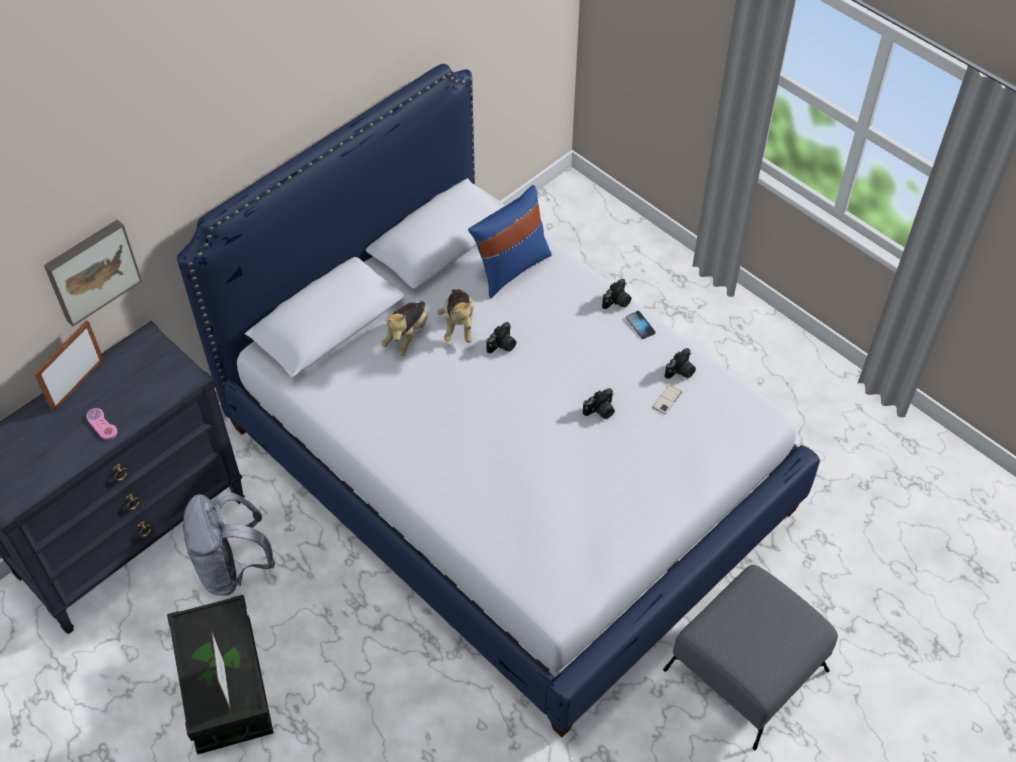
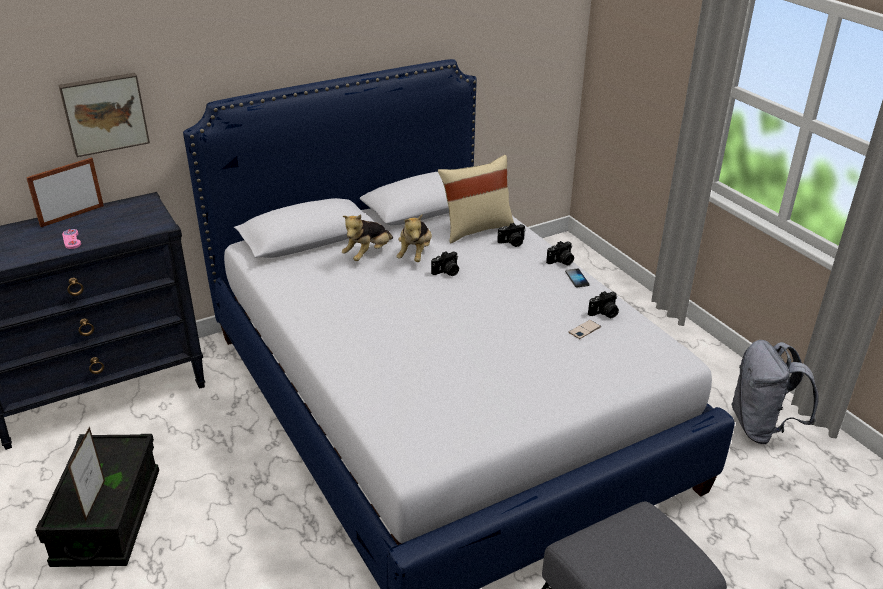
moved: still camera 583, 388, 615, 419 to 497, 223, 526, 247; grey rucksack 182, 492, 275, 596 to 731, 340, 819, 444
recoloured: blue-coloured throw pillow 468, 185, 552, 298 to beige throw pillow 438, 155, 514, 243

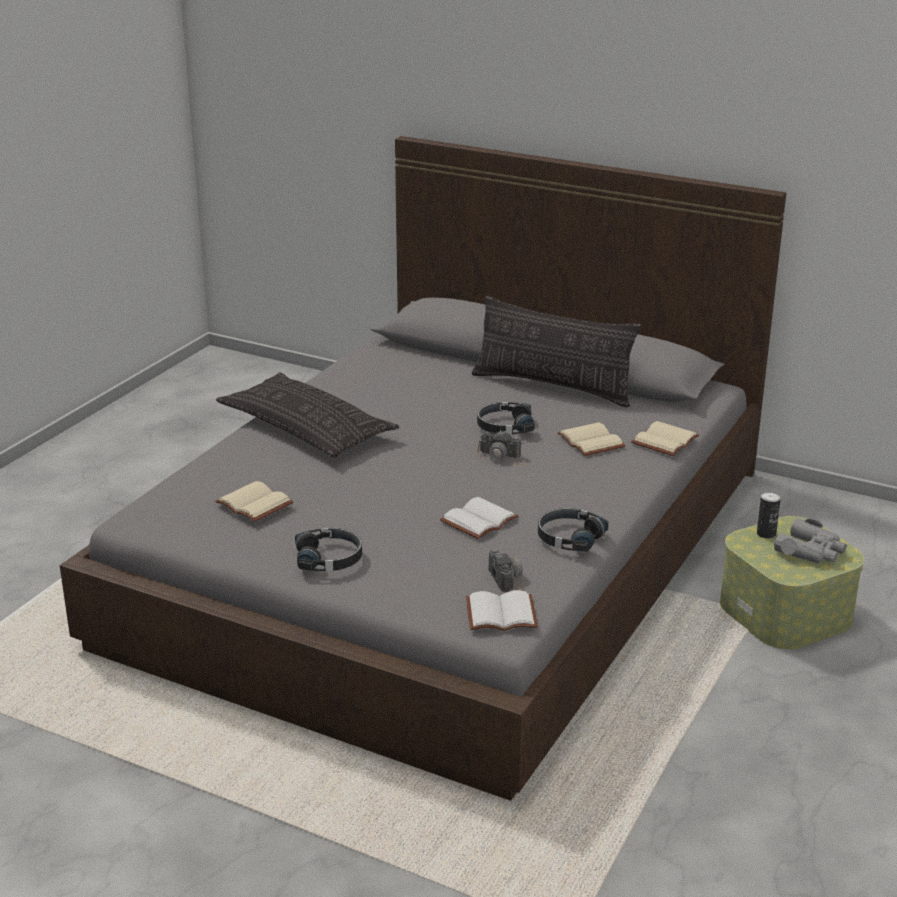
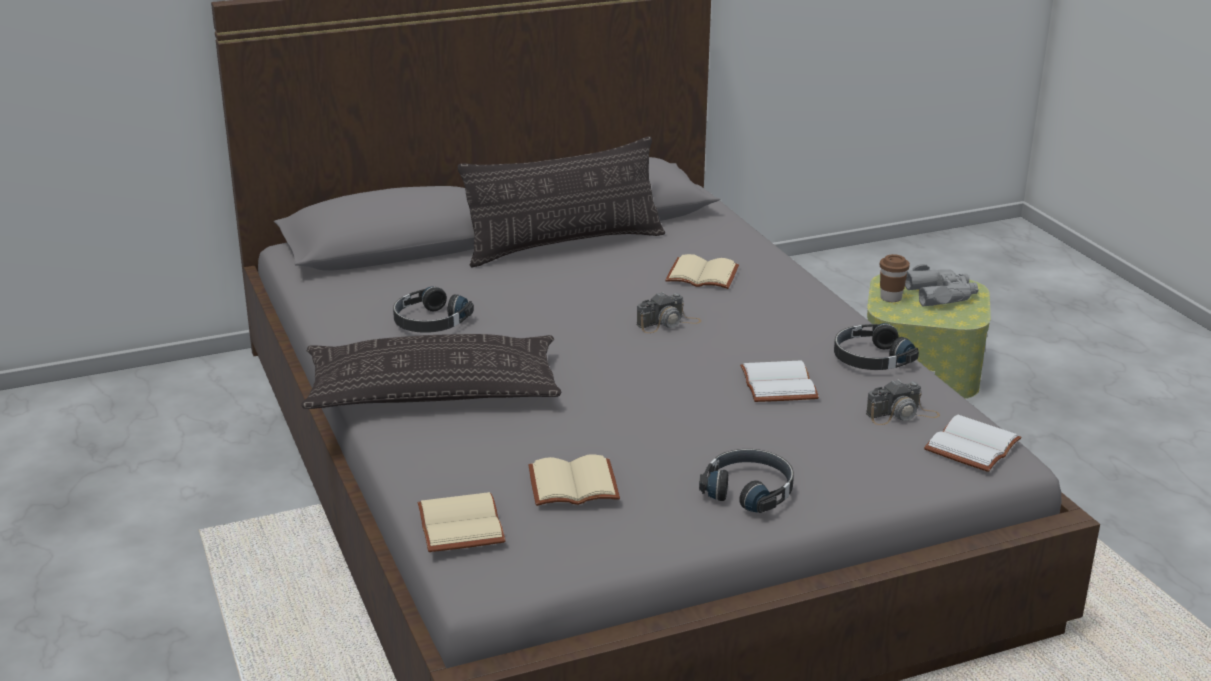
moved: blackish pair of headphones 477, 402, 535, 434 to 393, 286, 474, 333; beige book 631, 421, 699, 456 to 417, 492, 506, 552
replaced: metal can 757, 491, 781, 539 to brown-coloured drinking cup 880, 254, 910, 302
turned: still camera 488, 549, 523, 592 = 866, 379, 940, 425 135 degrees clockwise

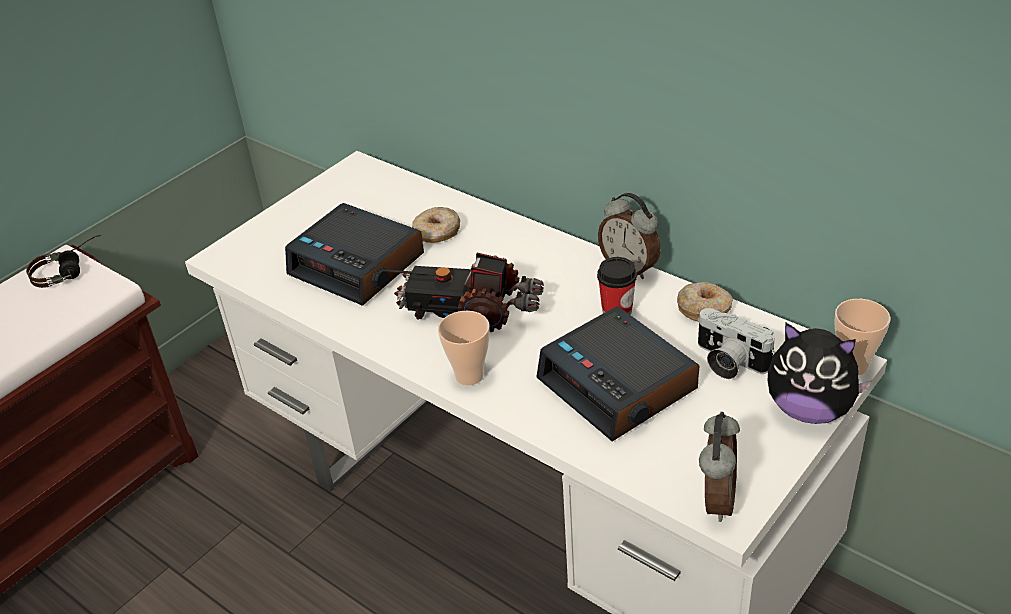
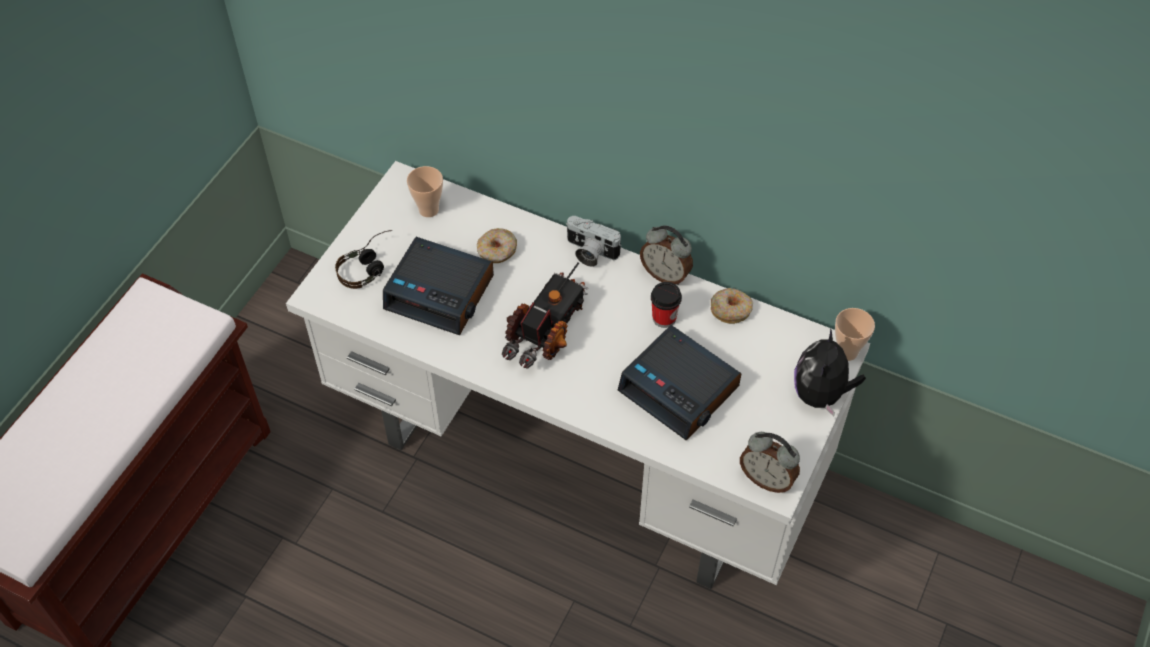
moved: pair of headphones 26, 235, 101, 288 to 335, 230, 392, 289; drinking cup 438, 311, 490, 386 to 407, 166, 443, 217; still camera 698, 308, 775, 379 to 566, 216, 622, 267
turned: toy lorry 384, 253, 544, 332 = 502, 262, 588, 369 120 degrees clockwise; table clock 699, 412, 740, 522 = 740, 432, 800, 493 120 degrees clockwise; soft toy 768, 323, 872, 424 = 794, 328, 866, 417 90 degrees clockwise

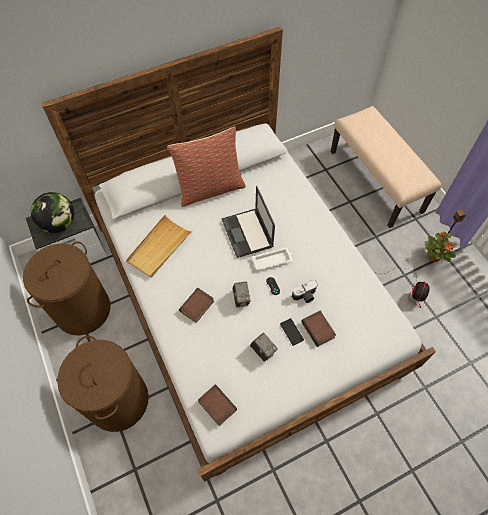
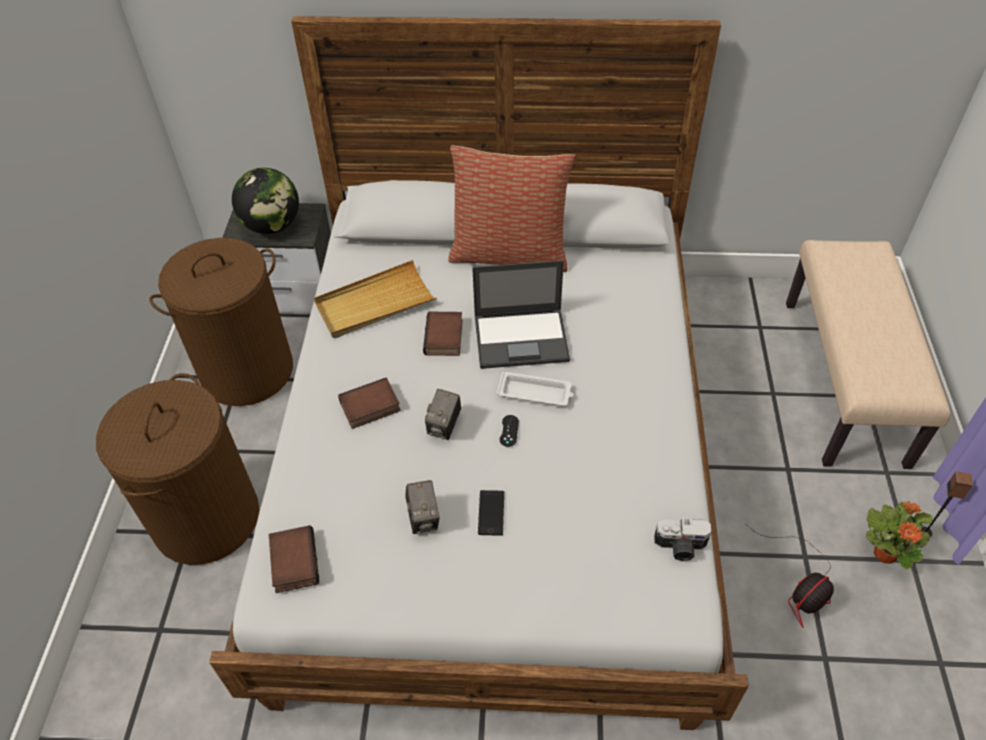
moved: book 301, 311, 336, 347 to 423, 312, 462, 356; still camera 292, 280, 318, 303 to 654, 519, 712, 561
turned: laptop 222, 186, 275, 258 = 472, 260, 570, 369 105 degrees counterclockwise

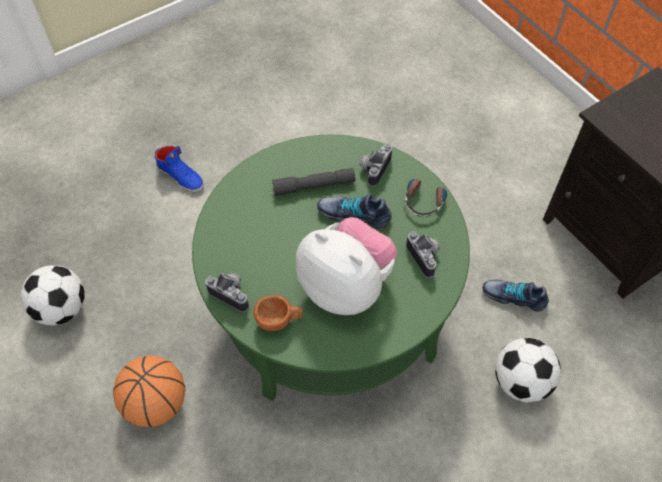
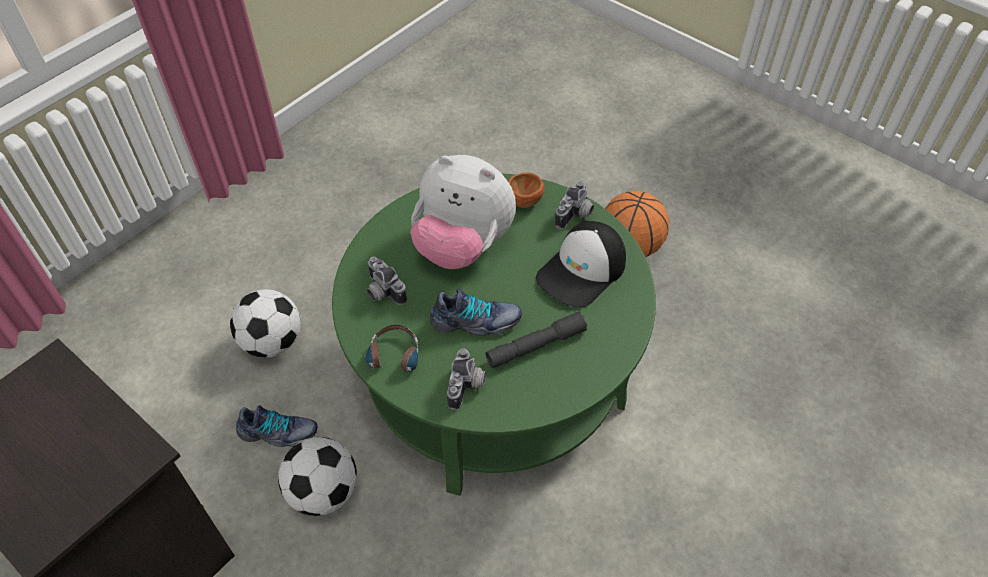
removed: blue-coloured low shoe 155, 146, 204, 192
added: cap 536, 221, 626, 307
moved: ball for football 21, 265, 85, 326 to 278, 437, 357, 516
turned: still camera 206, 272, 249, 312 = 555, 181, 594, 229 75 degrees counterclockwise

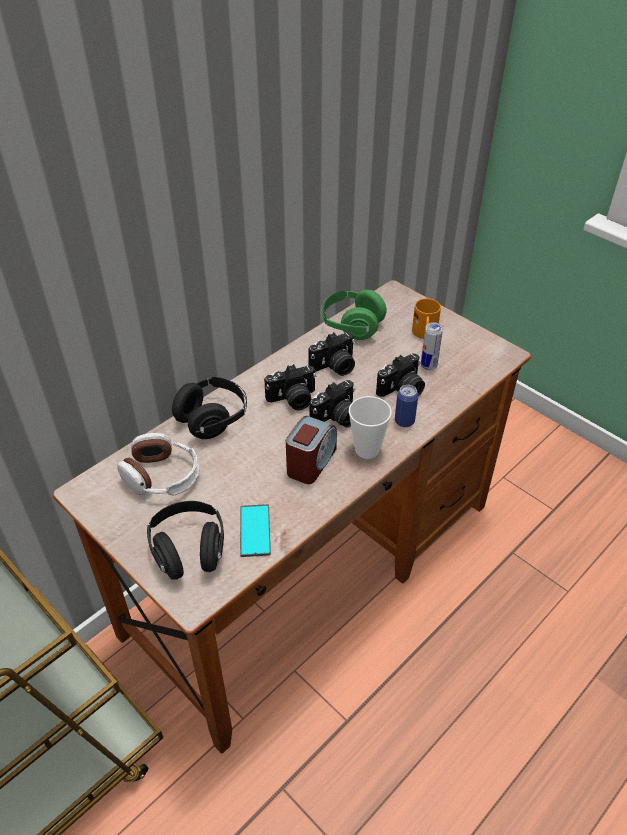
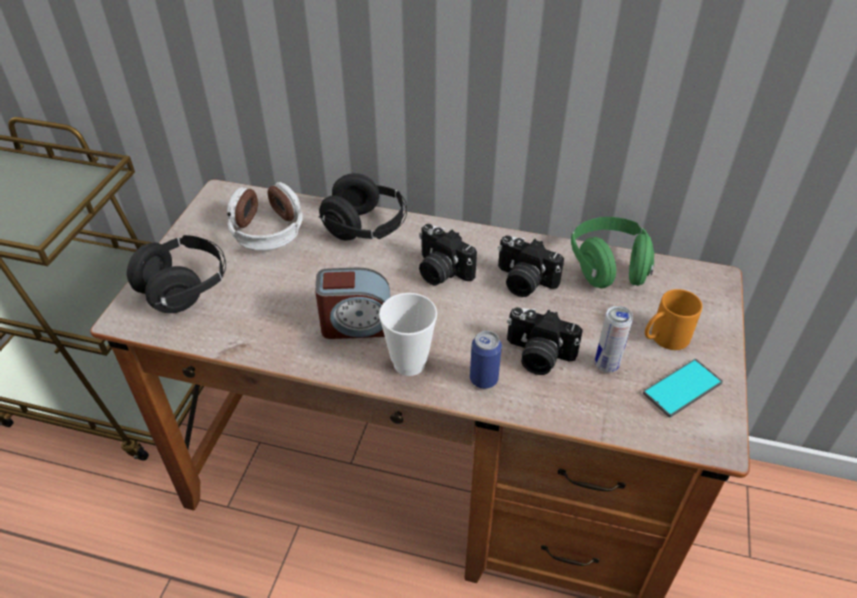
removed: still camera 309, 380, 355, 427
moved: telephone 240, 504, 271, 557 to 643, 359, 723, 418

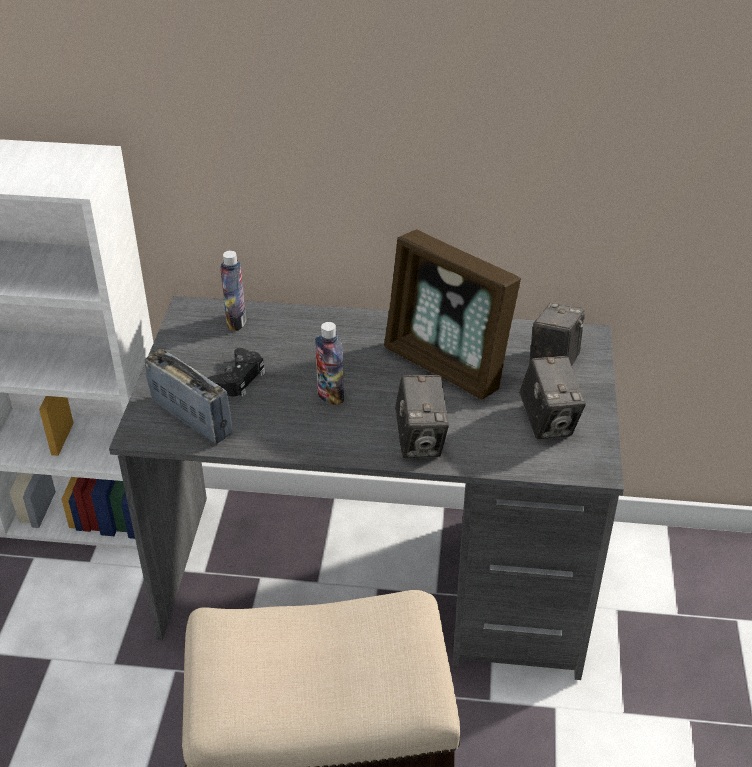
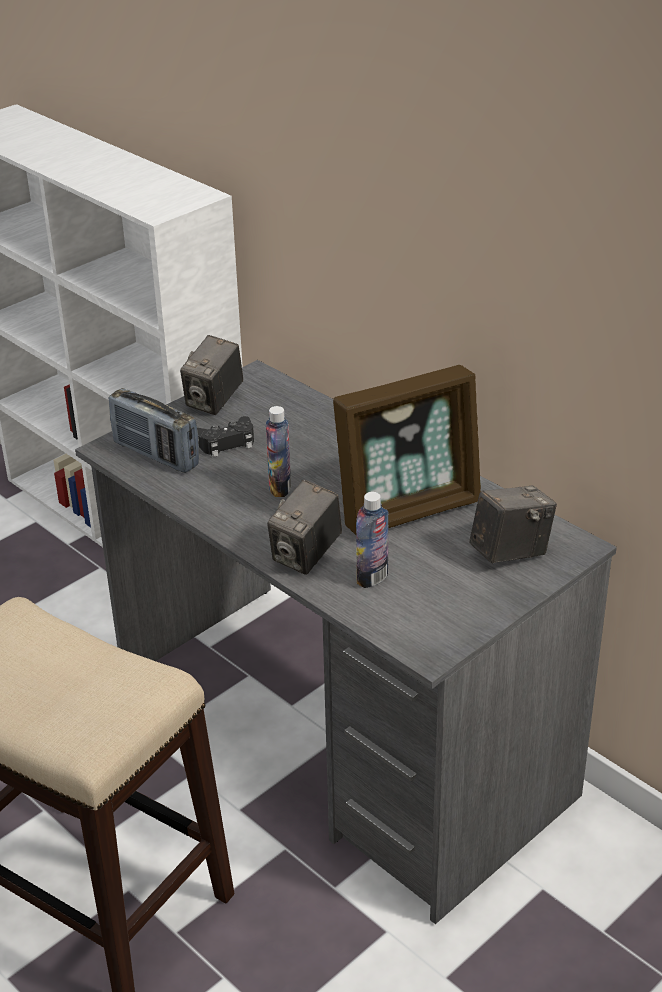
moved: still camera 519, 356, 586, 439 to 180, 335, 243, 415; bottle 220, 251, 246, 331 to 356, 492, 389, 588
turned: radio set 145, 349, 232, 444 = 109, 388, 199, 473 135 degrees clockwise; photo frame 384, 229, 521, 399 = 333, 365, 481, 535 105 degrees counterclockwise

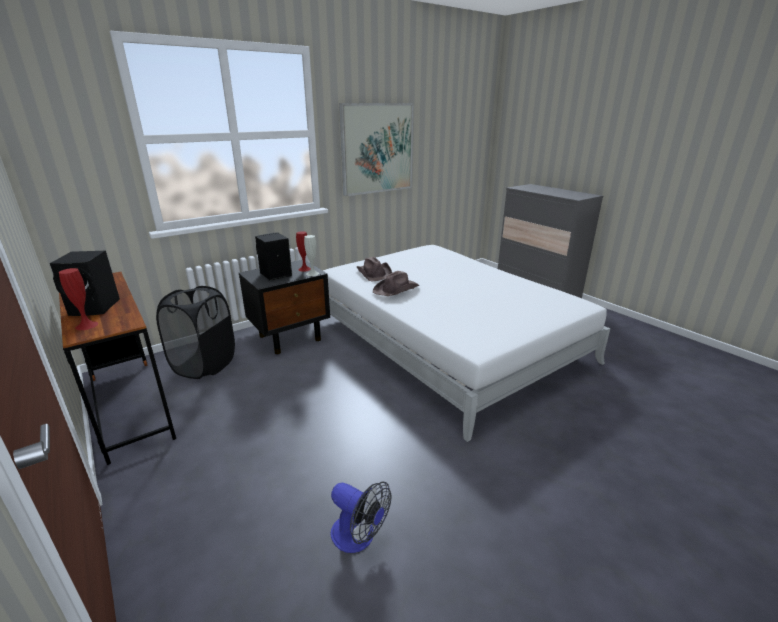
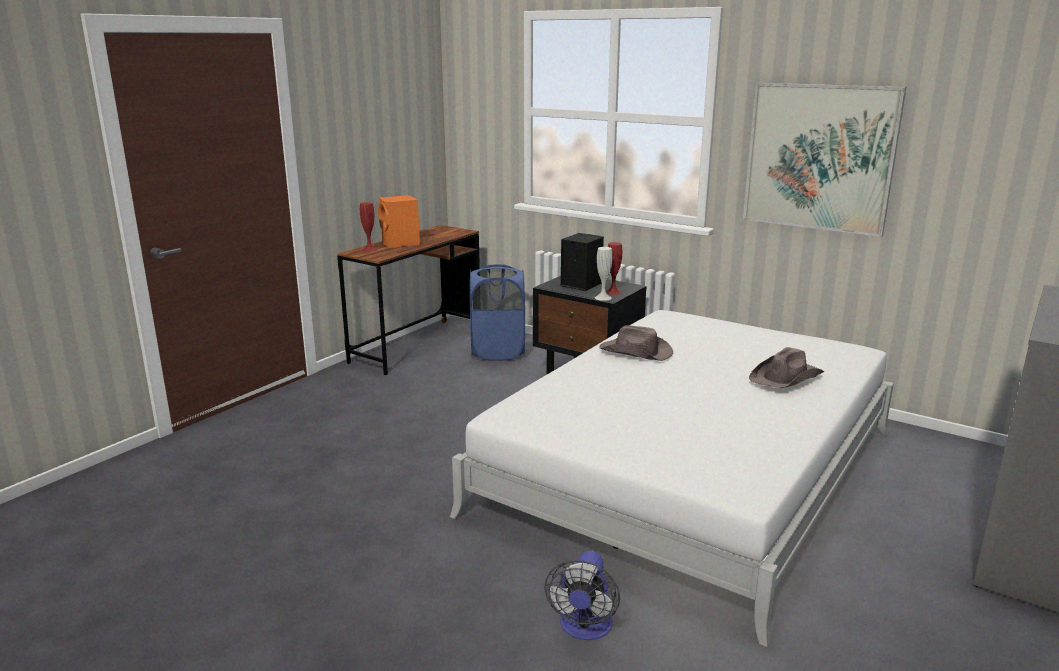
moved: cooling fan 331, 482, 391, 553 to 545, 551, 620, 640; brown-coloured clothing hat 357, 257, 392, 281 to 749, 347, 824, 388
recoloured: blackish loudspeaker 50, 251, 120, 316 to orange loudspeaker 378, 195, 420, 248; blackish laundry basket 156, 286, 235, 379 to blue-coloured laundry basket 470, 264, 525, 361

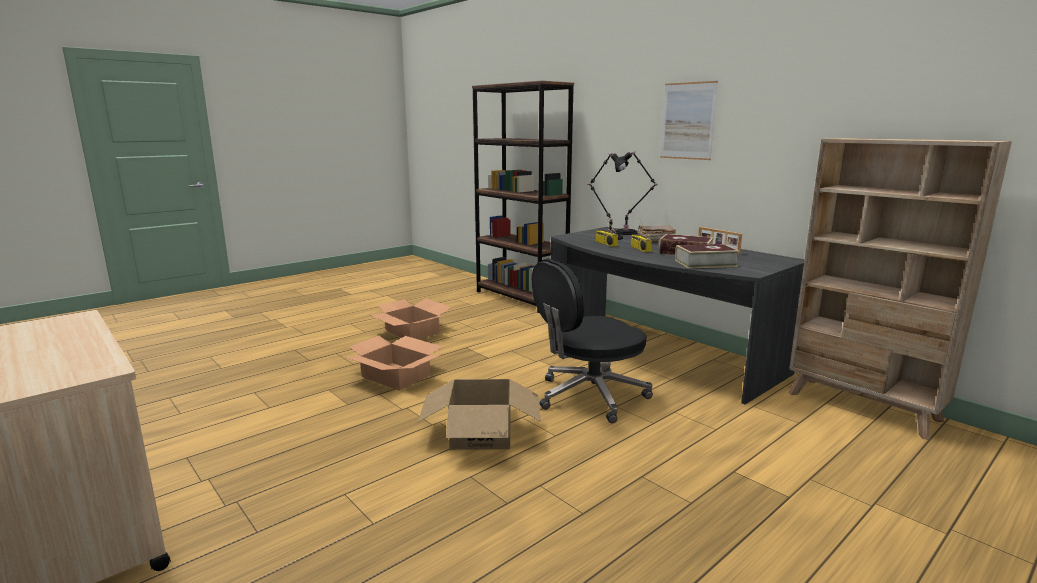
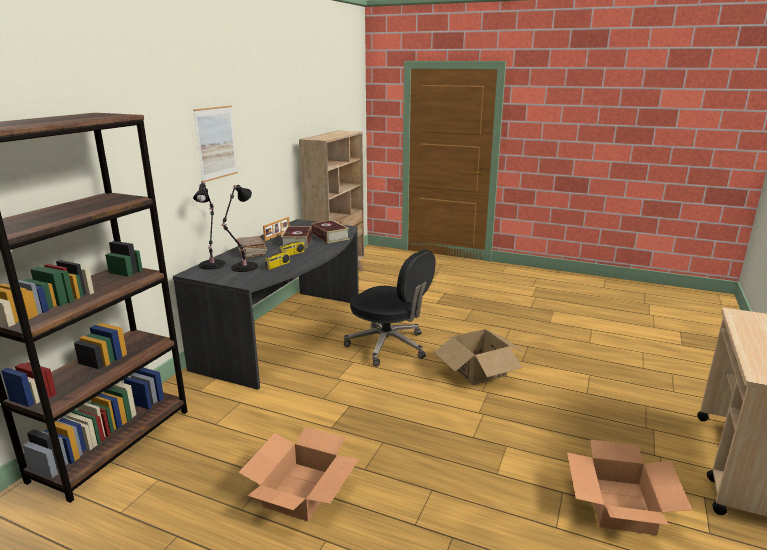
moved: packing box 344, 336, 443, 391 to 567, 440, 692, 535

